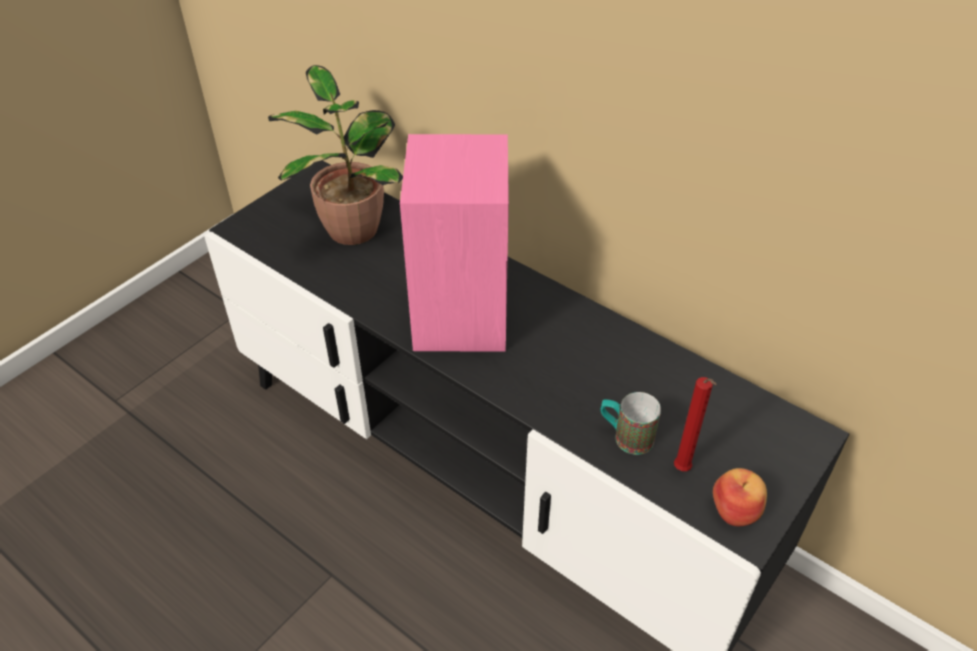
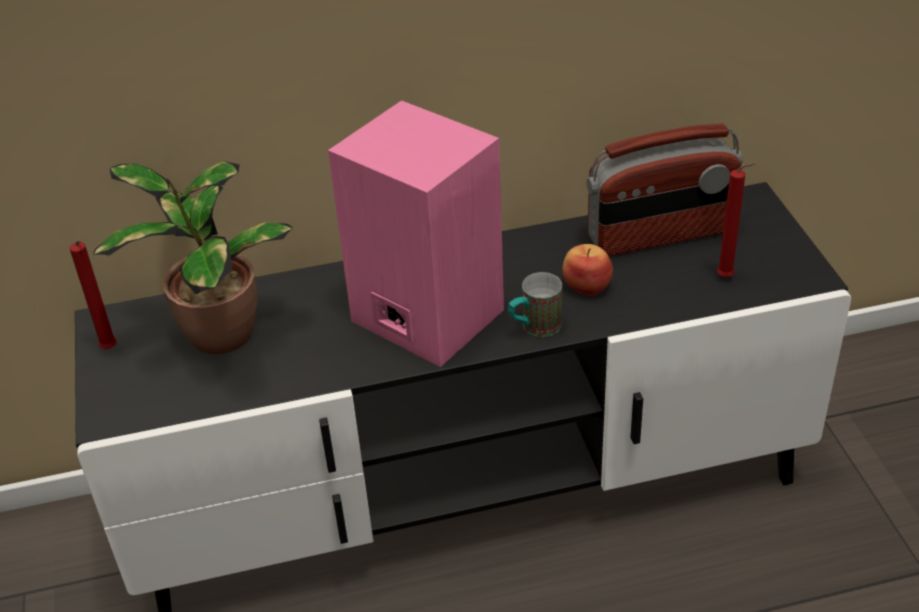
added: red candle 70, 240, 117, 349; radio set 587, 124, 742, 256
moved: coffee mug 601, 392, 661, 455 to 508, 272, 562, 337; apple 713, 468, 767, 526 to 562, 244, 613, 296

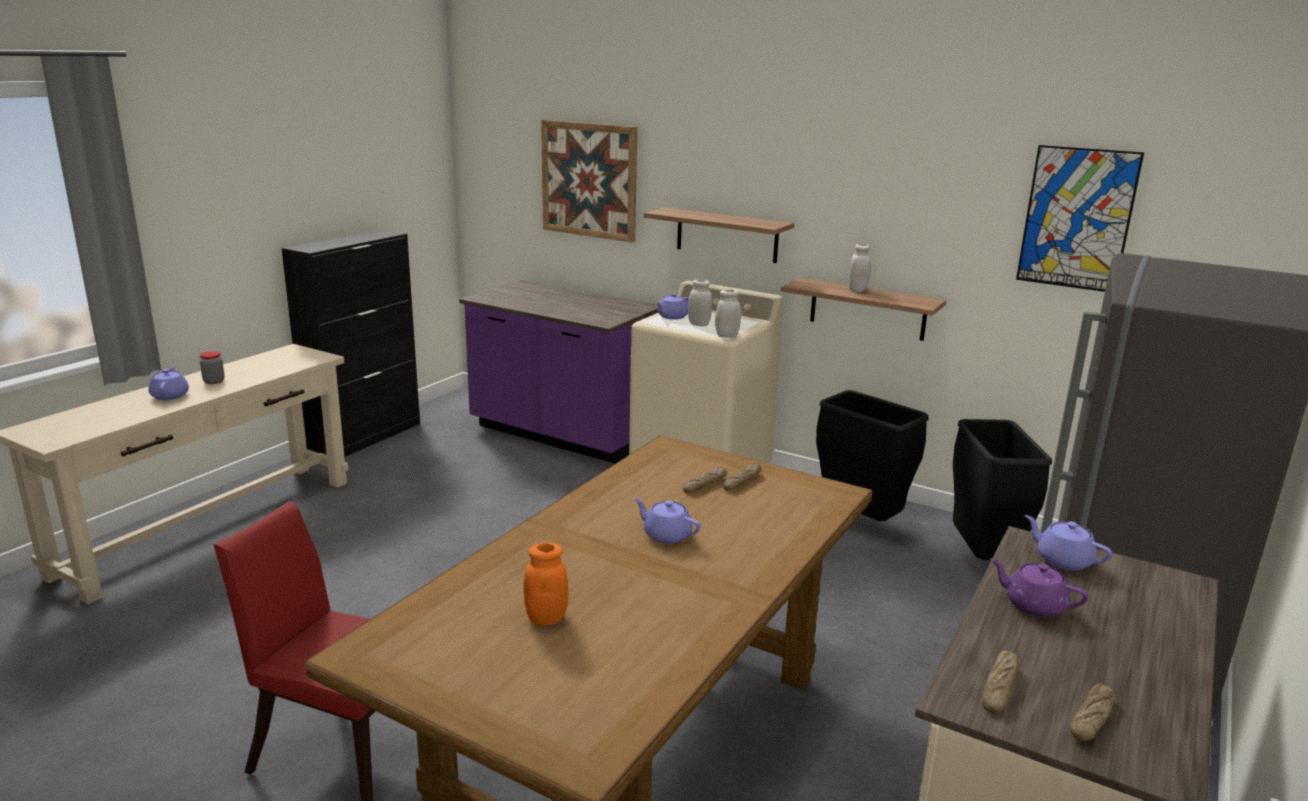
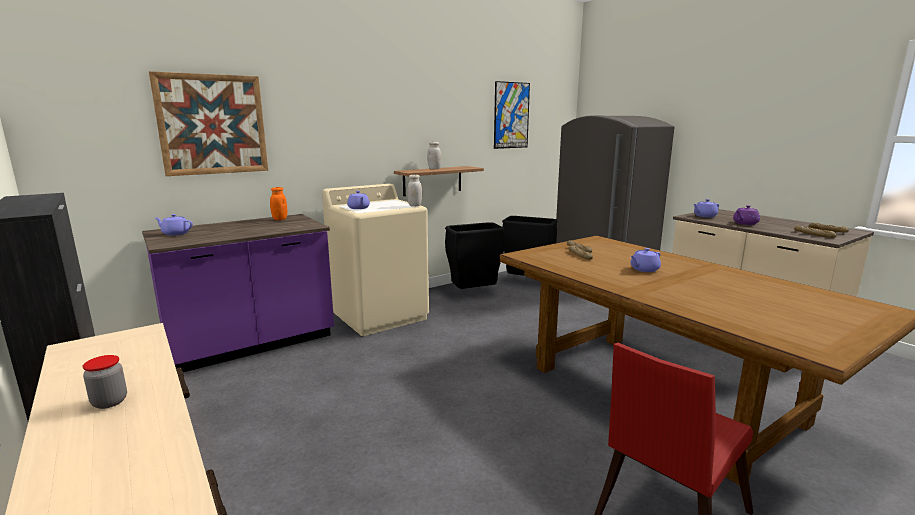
removed: wall shelf 644, 207, 794, 263; white-coloured preserve jar 688, 279, 712, 327
moved: purple tea pot 148, 366, 189, 400 to 155, 214, 193, 236; orange preserve jar 523, 543, 569, 626 to 270, 187, 287, 220

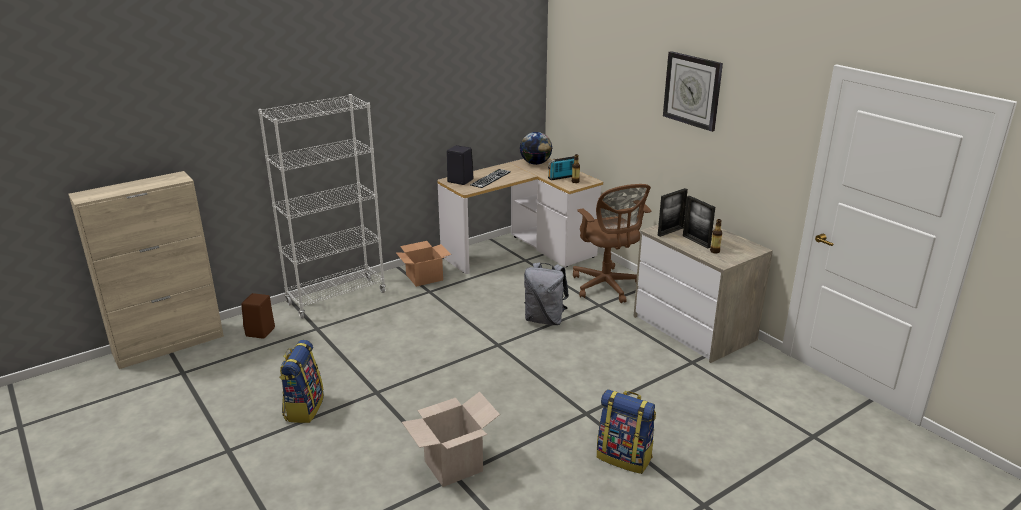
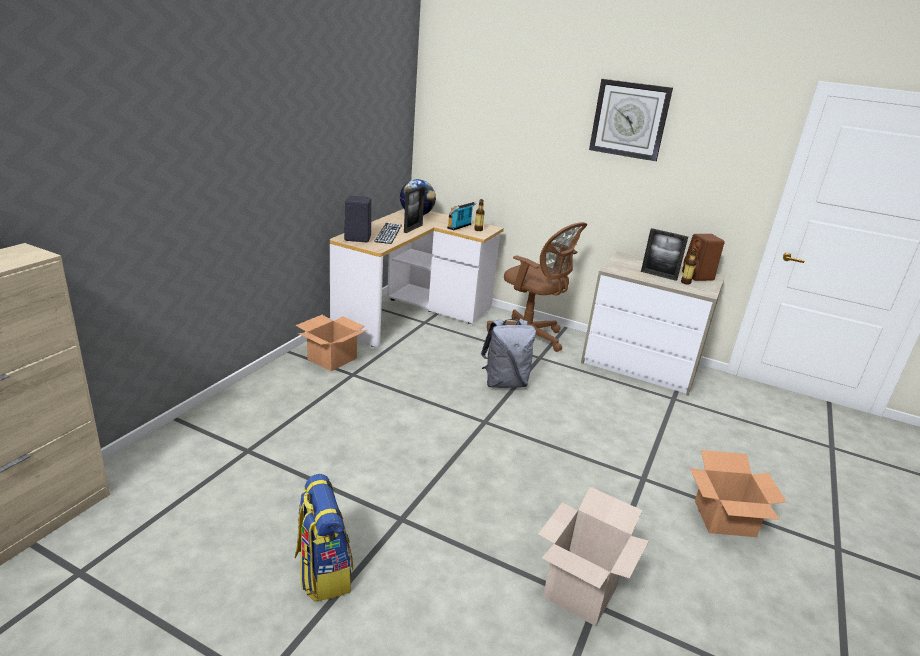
removed: white-coloured shelving unit 258, 94, 386, 319
moved: photo frame 658, 188, 688, 237 to 404, 186, 425, 233; brown-coloured loudspeaker 241, 293, 275, 339 to 682, 234, 725, 281
replaced: rucksack 597, 389, 656, 474 to packing box 690, 450, 787, 537

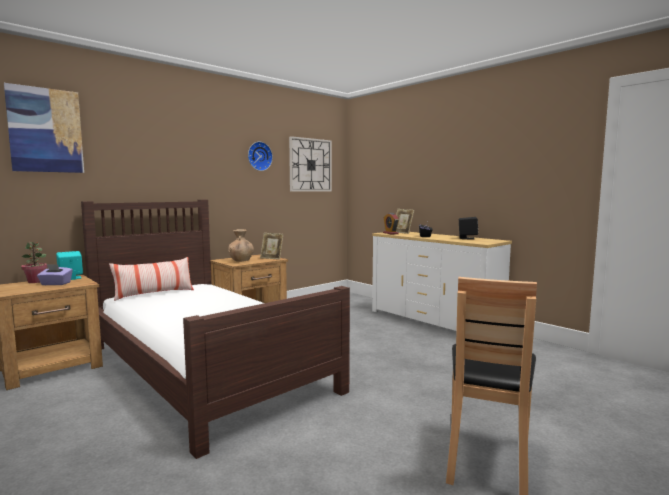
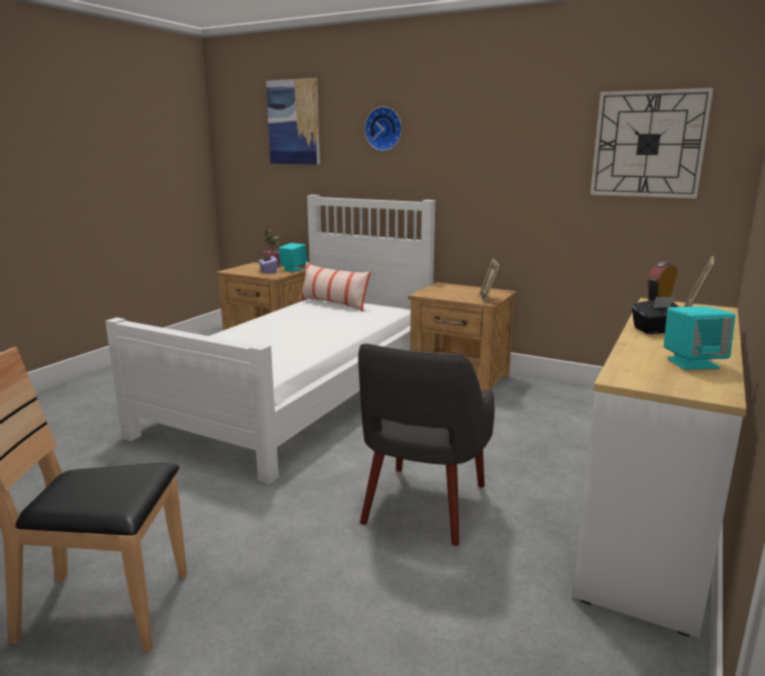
removed: brown-coloured vase 228, 229, 254, 262
added: grey easy chair 358, 343, 494, 546
moved: hanging clock 248, 142, 273, 171 to 364, 107, 402, 151
recoloured: brown-coloured bedroom bed 81, 200, 350, 459 to white-coloured bedroom bed 105, 195, 435, 484; blackish loudspeaker 459, 217, 478, 240 to turquoise-coloured loudspeaker 664, 306, 735, 370

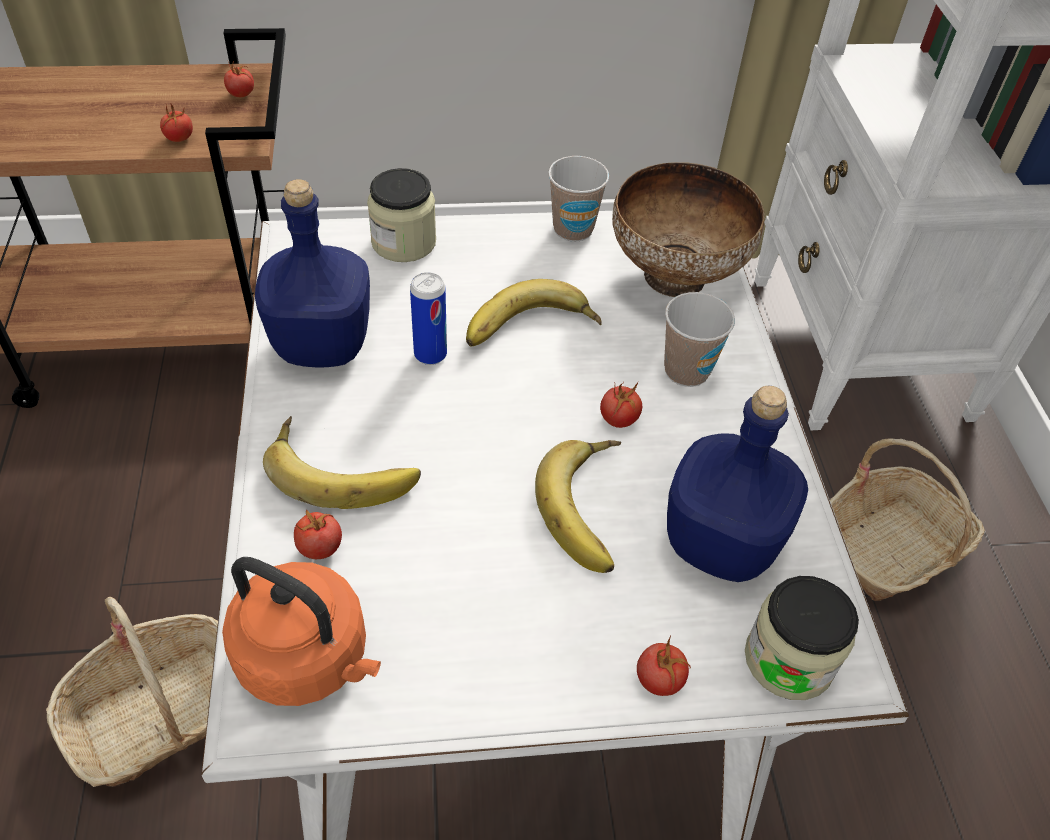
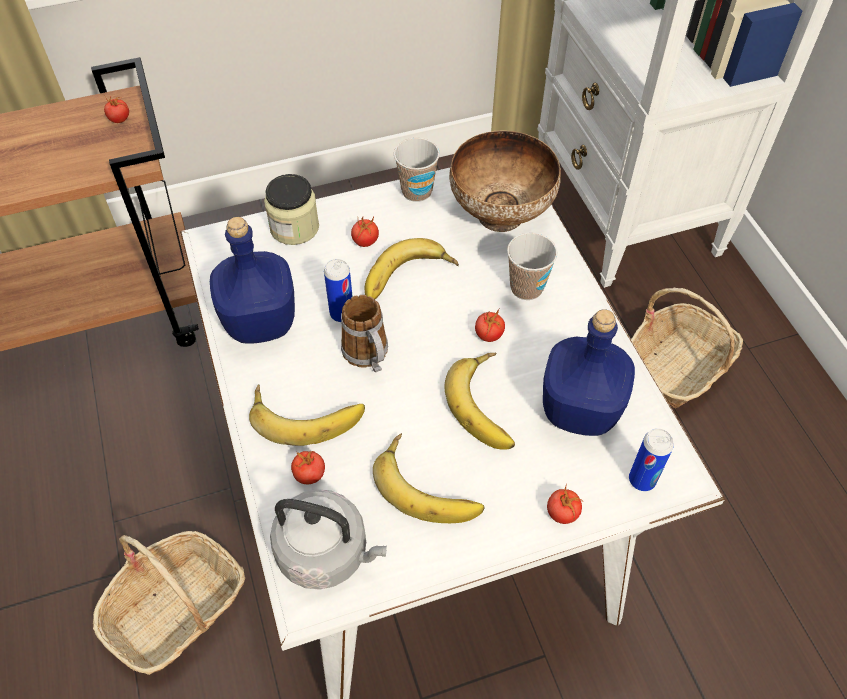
added: coffee mug 341, 295, 388, 373; banana 373, 433, 485, 523
moved: tomato 160, 103, 193, 142 to 351, 216, 379, 247
replaced: preserve jar 745, 576, 859, 700 to metal can 629, 429, 674, 491
recoloured: orange tea kettle 222, 557, 381, 706 to grey tea kettle 270, 489, 387, 590

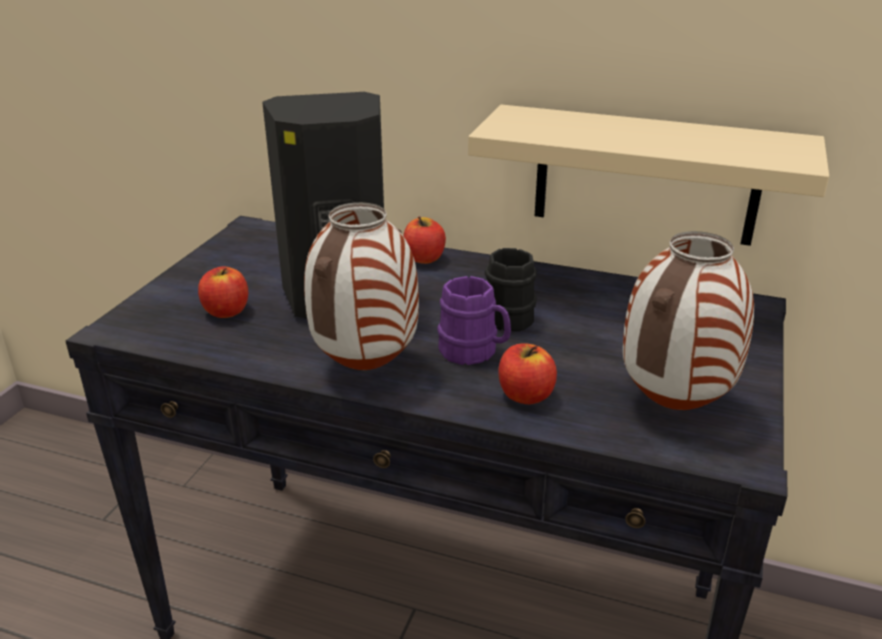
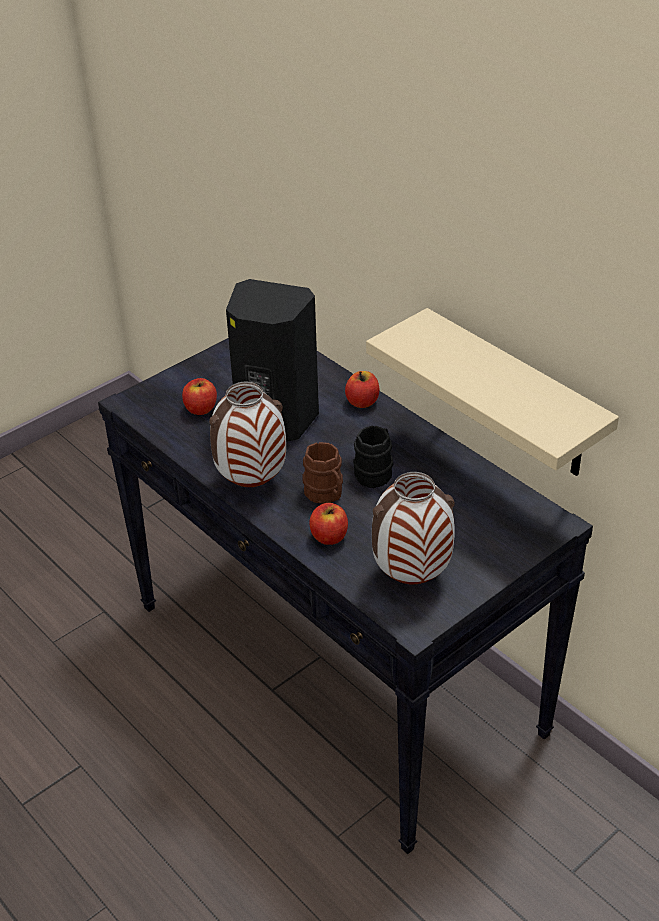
recoloured: purple coffee mug 437, 276, 511, 365 to brown-coloured coffee mug 302, 442, 343, 504

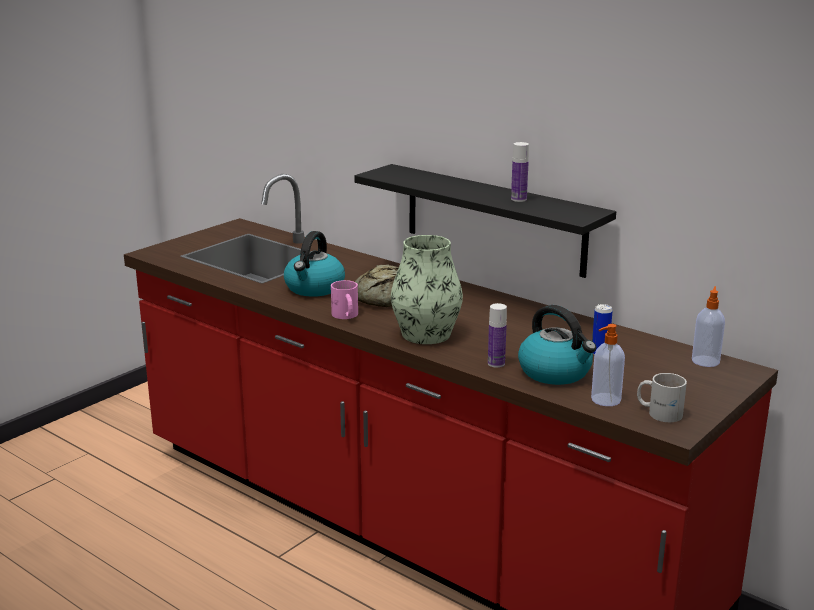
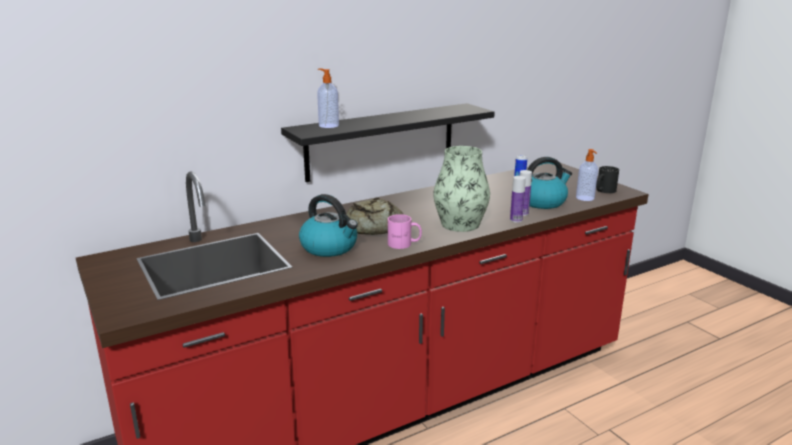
moved: liquid soap bottle 692, 286, 725, 367 to 317, 68, 339, 128; bottle 511, 142, 529, 202 to 510, 176, 526, 223
recoloured: white-coloured coffee mug 637, 373, 687, 422 to blackish coffee mug 596, 166, 619, 193

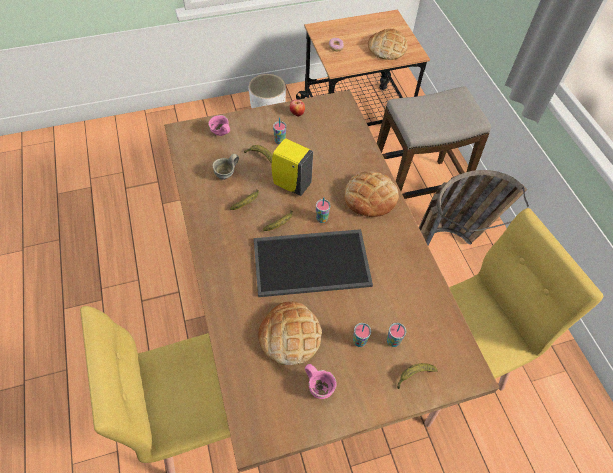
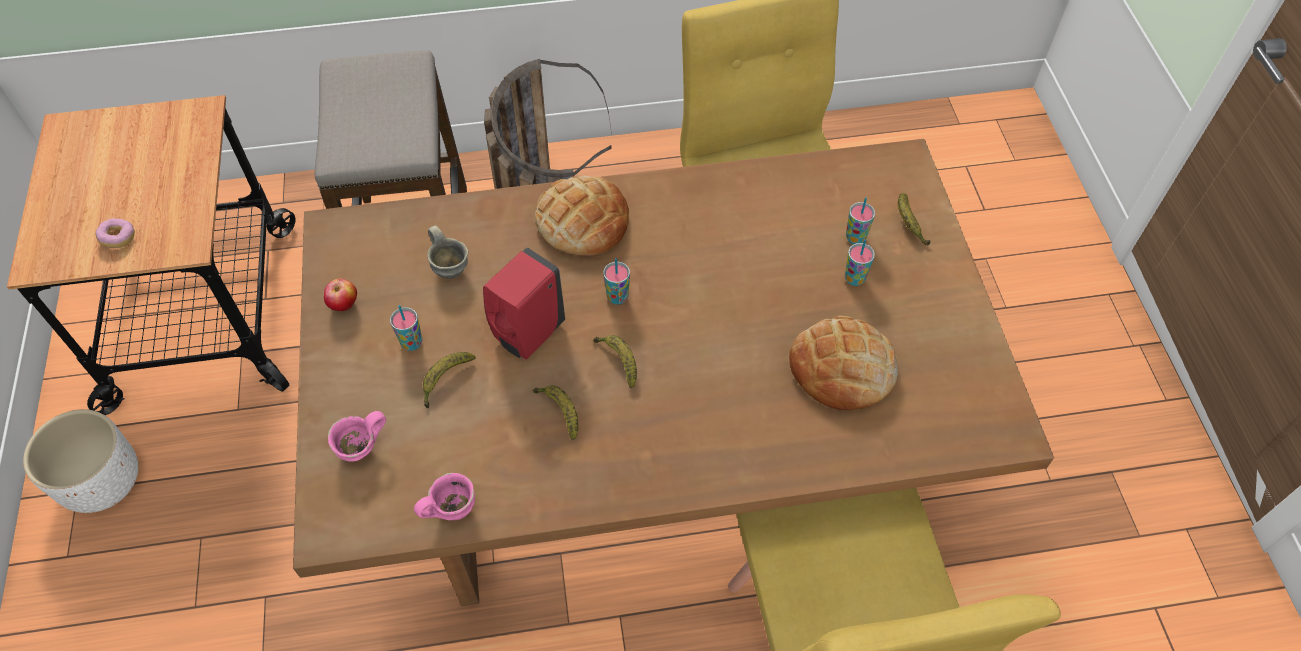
removed: serving tray 254, 229, 373, 297; bread 368, 29, 408, 60
moved: pink-coloured coffee mug 305, 364, 336, 399 to 414, 473, 475, 520; grey coffee mug 213, 154, 239, 179 to 427, 225, 468, 279
recoloured: yellow liquid soap bottle 272, 138, 313, 196 to red liquid soap bottle 483, 248, 565, 360

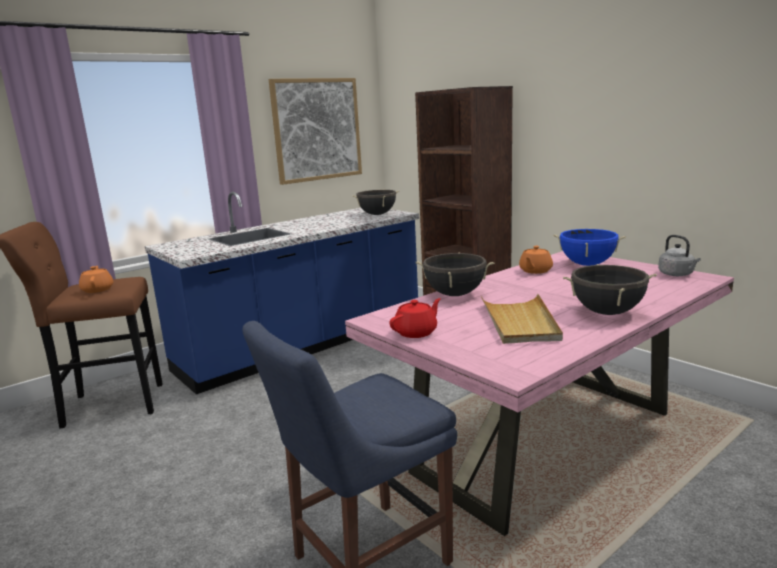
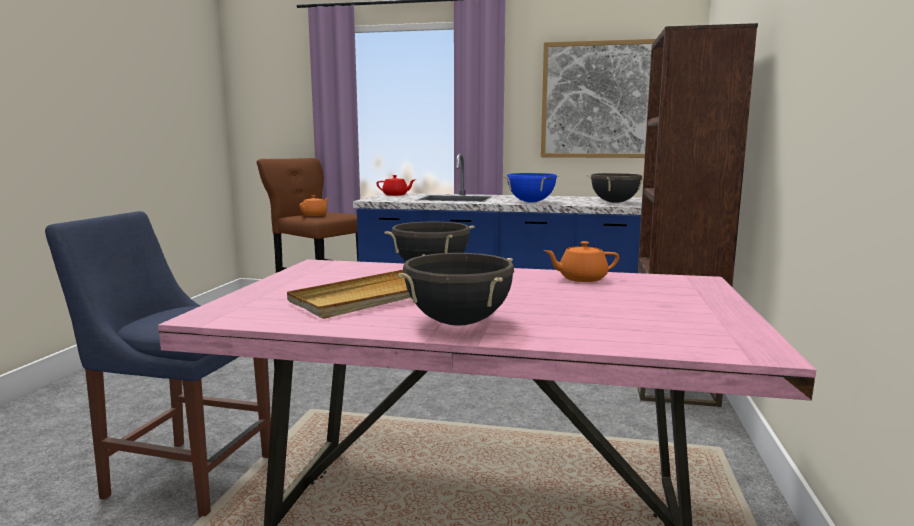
removed: grey tea kettle 658, 235, 701, 276
moved: red tea pot 389, 298, 441, 338 to 376, 175, 415, 196; blue-coloured cooking pot 553, 229, 626, 266 to 503, 173, 560, 202

